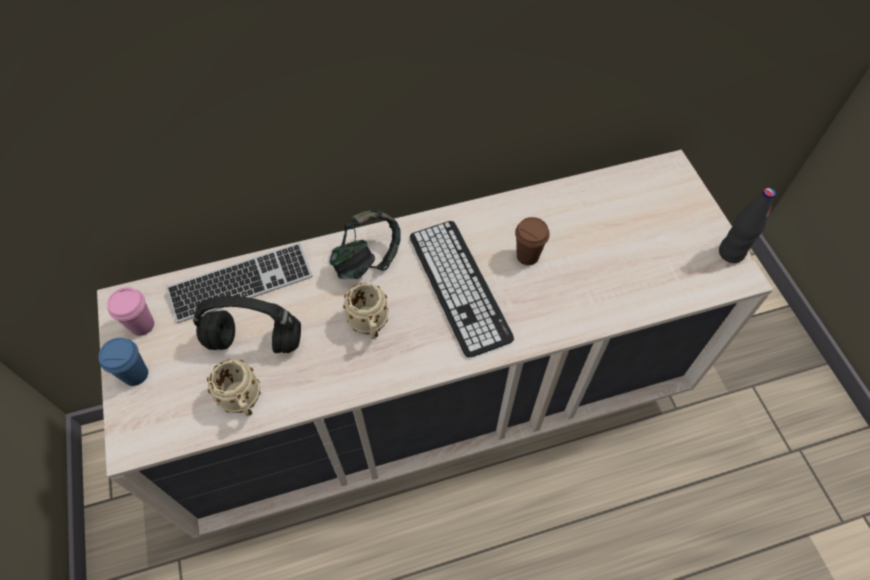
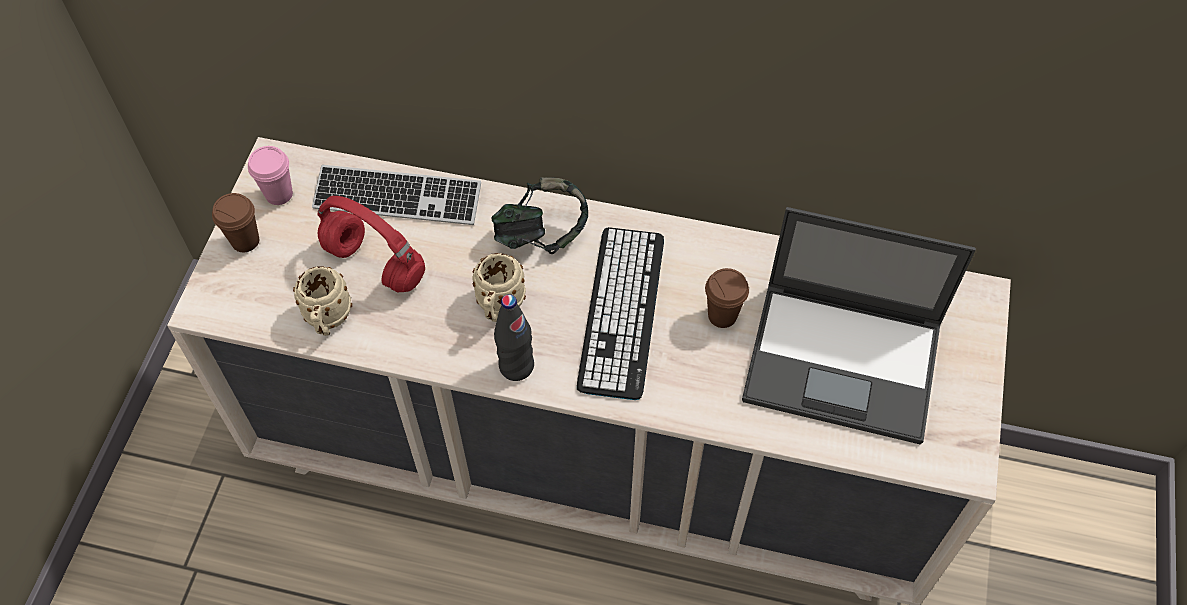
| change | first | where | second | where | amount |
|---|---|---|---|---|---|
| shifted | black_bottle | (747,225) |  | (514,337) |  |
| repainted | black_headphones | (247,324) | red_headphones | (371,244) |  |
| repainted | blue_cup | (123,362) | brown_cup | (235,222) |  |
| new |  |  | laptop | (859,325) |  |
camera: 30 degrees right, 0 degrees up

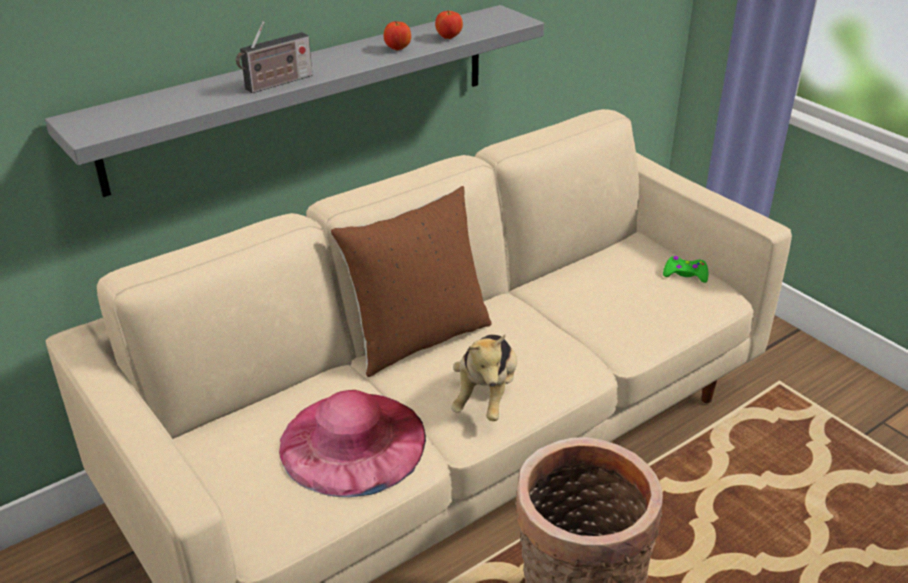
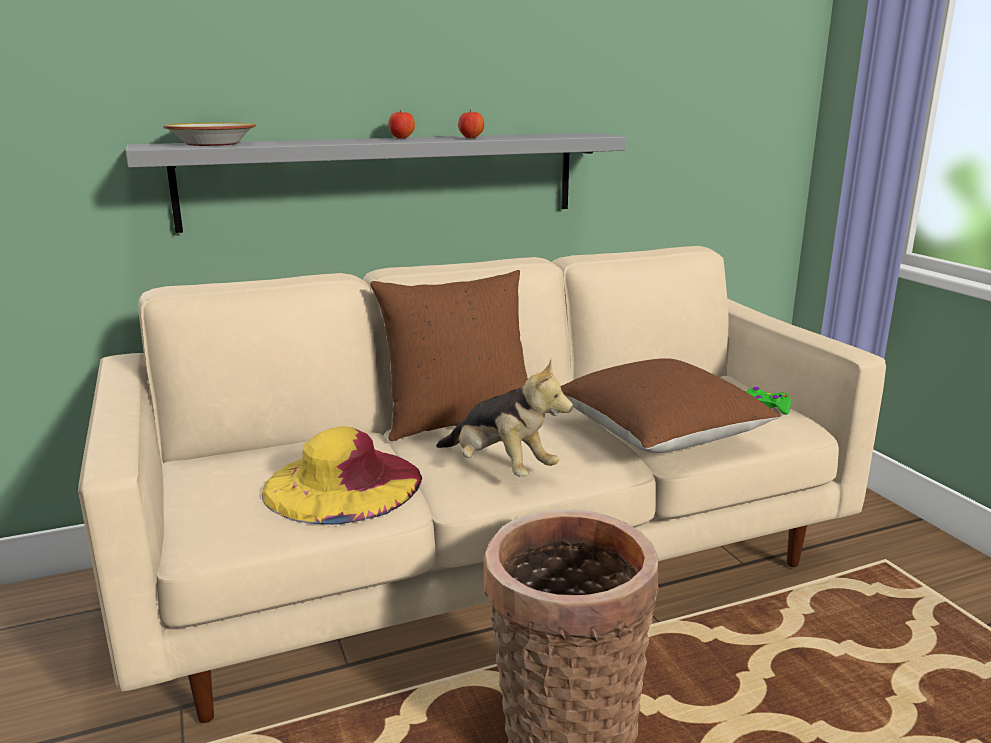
| change | first | where | second | where | amount |
|---|---|---|---|---|---|
| shifted | apple | (449,25) |  | (401,124) |  |
| gone | radio | (274,57) |  |  |  |
| rotated | plush_toy | (484,377) |  | (504,418) | 75 degrees counterclockwise |
| repainted | pink_hat | (352,443) | yellow_hat | (342,475) |  |
| new |  |  | bowl | (209,134) |  |
| new |  |  | brown_pillow | (670,405) |  |
camera: 15 degrees right, 15 degrees down

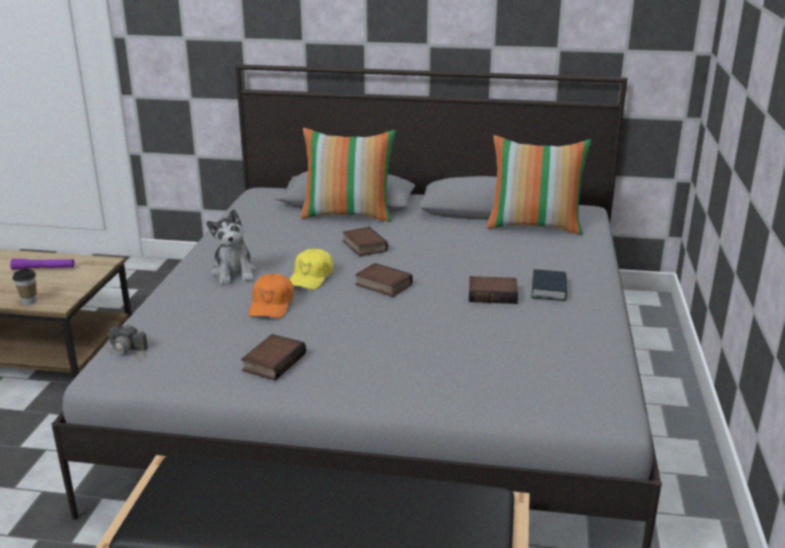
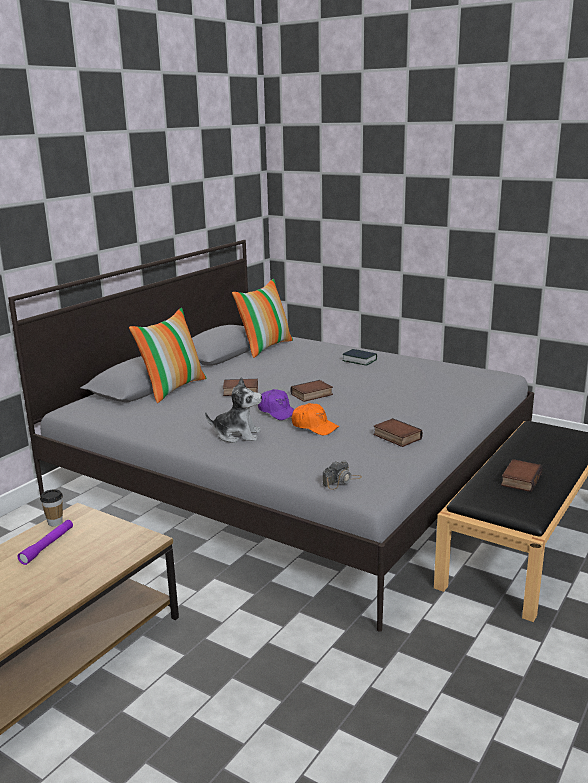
| change | first | where | second | where | amount |
|---|---|---|---|---|---|
| repainted | yellow_cap | (311,269) | purple_cap | (276,404) |  |
| shifted | cup | (25,287) |  | (51,507) |  |
| shifted | book | (493,290) |  | (522,475) |  |
camera: 65 degrees left, 5 degrees down

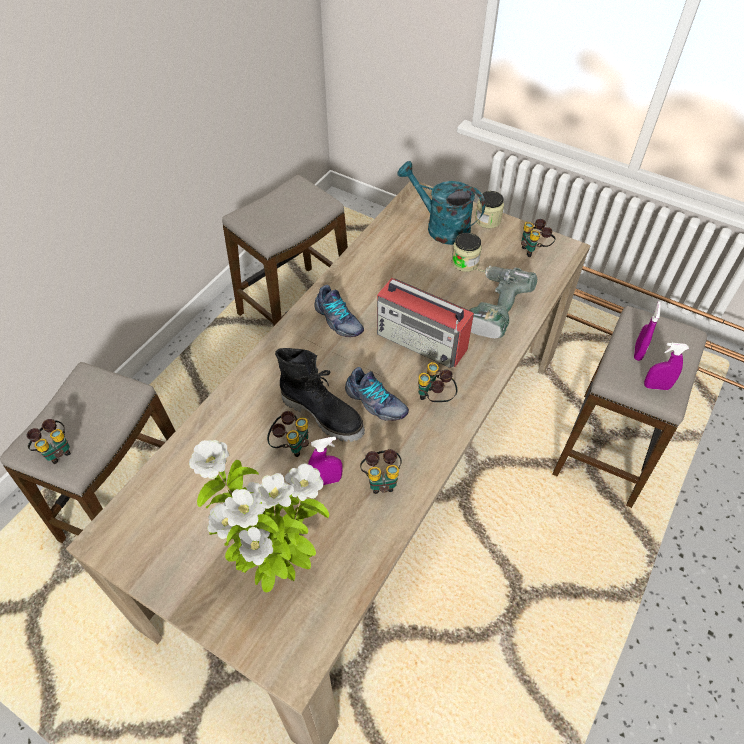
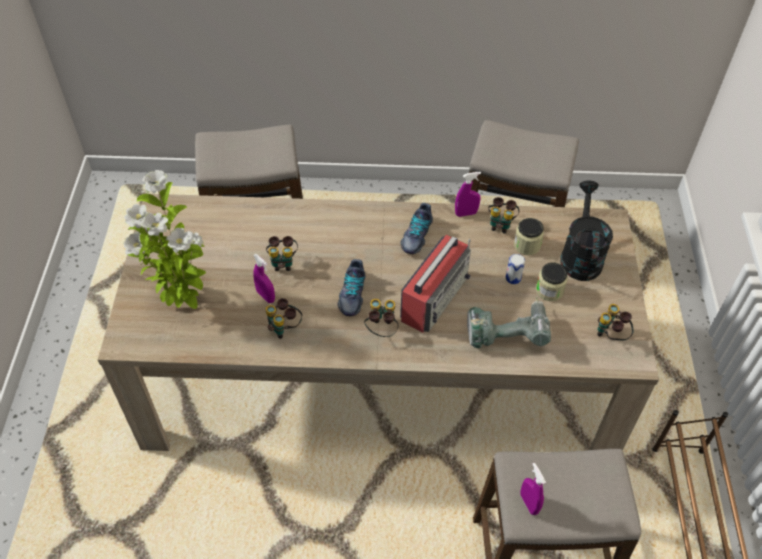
| change | first | where | second | where | amount |
|---|---|---|---|---|---|
| repainted | turquoise_watering_can | (441,203) | black_watering_can | (586,231) |  |
| shifted | jar | (489,209) |  | (529,236) |  |
| rotated | radio | (425,323) |  | (435,284) | 150 degrees counterclockwise |
| shifted | purple_spray_bottle | (647,331) |  | (468,194) |  |
| gone | black_boot | (320,395) |  |  |  |
| shifted | binoculars | (49,441) |  | (503,215) |  |
| new |  |  | can | (515,269) |  |
camera: 60 degrees right, 0 degrees up

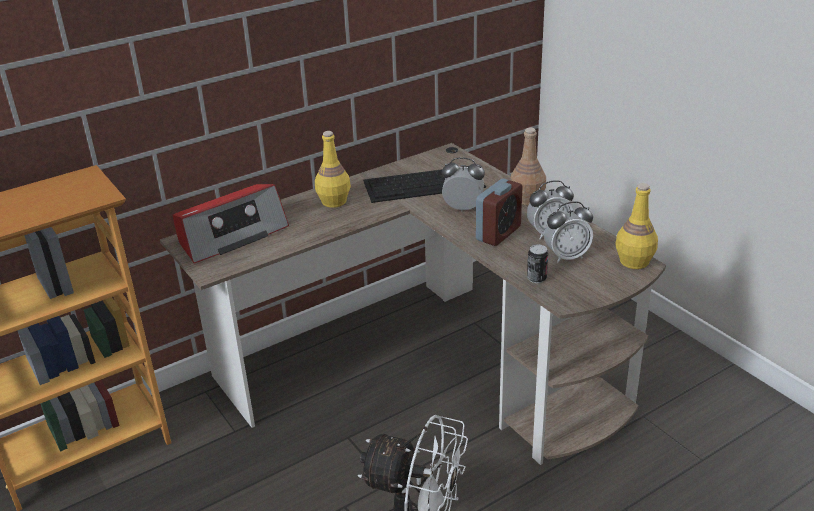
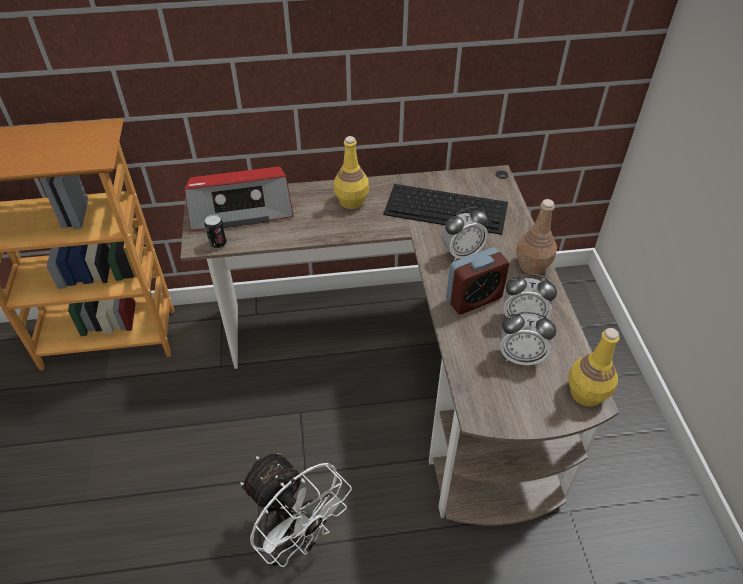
| change | first | where | second | where | amount |
|---|---|---|---|---|---|
| rotated | alarm_clock | (463,184) |  | (464,234) | 120 degrees clockwise |
| shifted | can | (537,264) |  | (215,232) |  |
camera: 25 degrees right, 15 degrees up

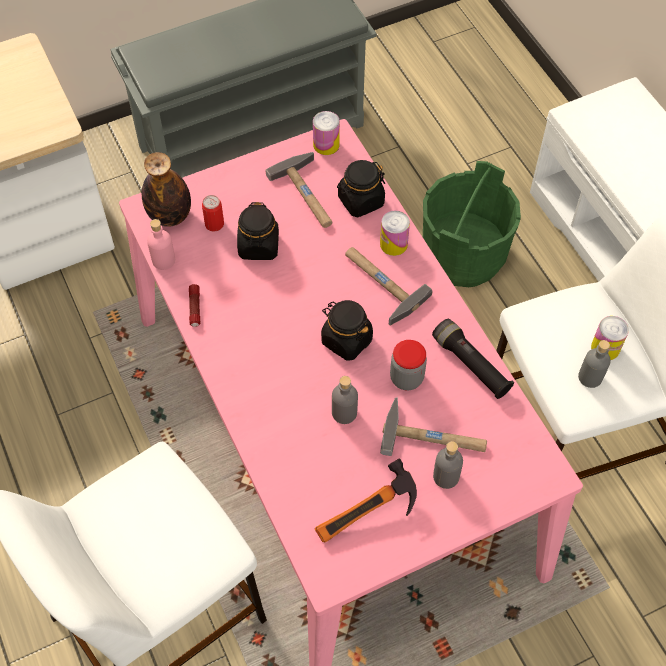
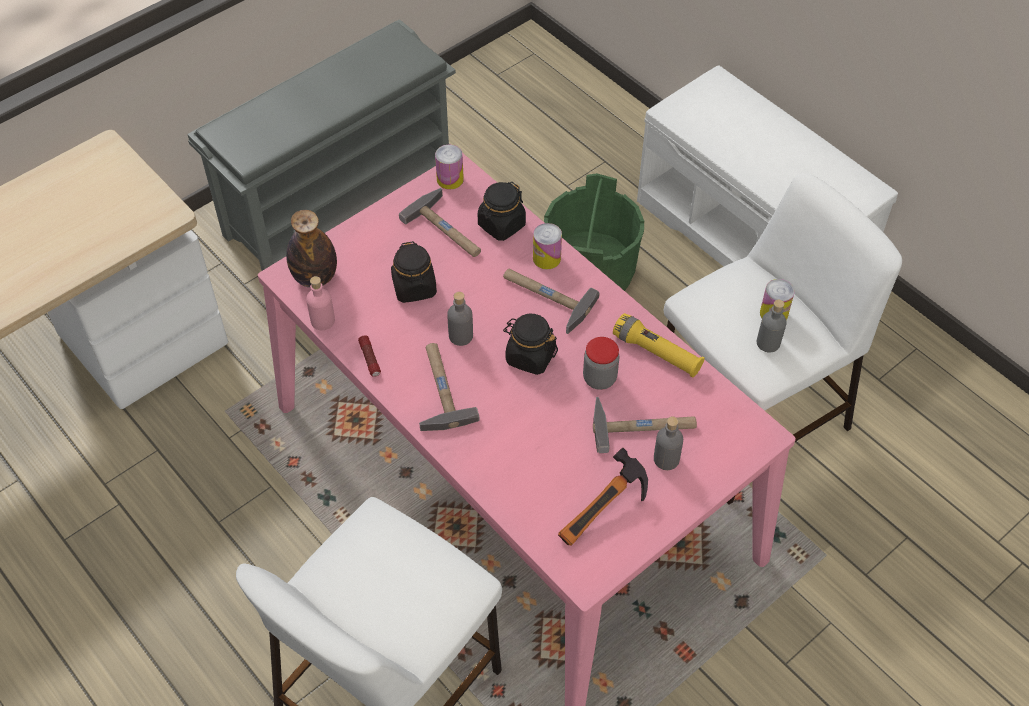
| change | first | where | second | where | amount |
|---|---|---|---|---|---|
| gone | can | (213,213) |  |  |  |
| repainted | black_flashlight | (473,359) | yellow_flashlight | (659,345) |  |
| shifted | grey_bottle | (345,400) |  | (460,319) |  |
| new |  |  | hammer | (449,387) |  |
camera: 15 degrees left, 5 degrees down

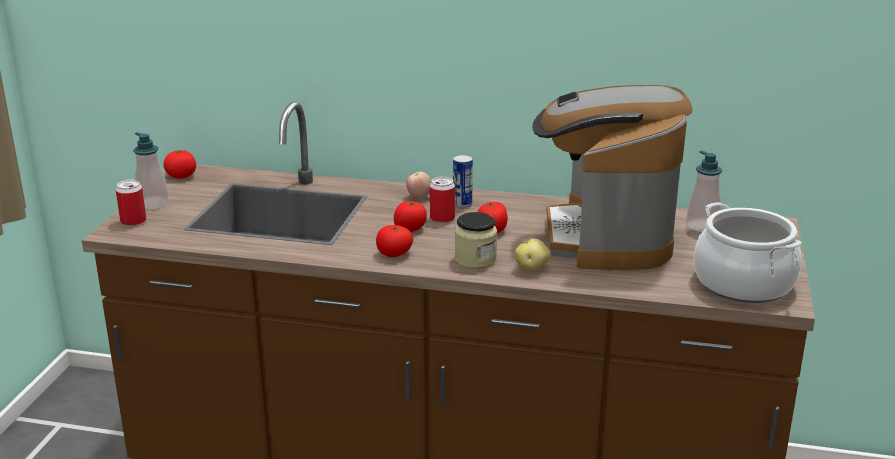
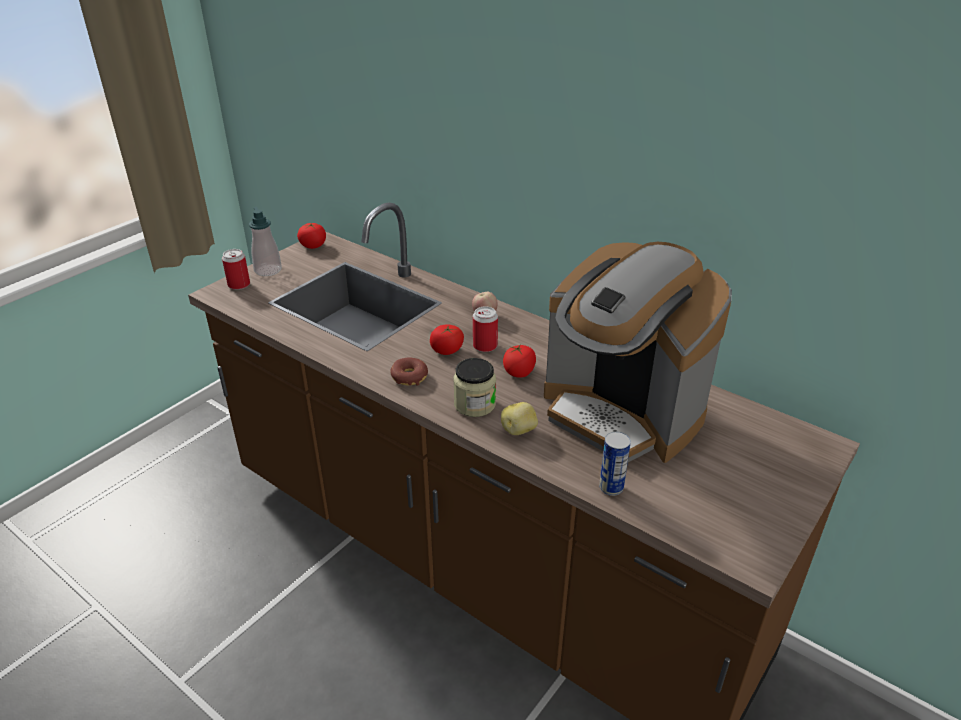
| change | first | where | second | where | amount |
|---|---|---|---|---|---|
| rotated | coffee_machine | (612,177) |  | (638,352) | 75 degrees counterclockwise |
| gone | soap_dispenser | (704,191) |  |  |  |
| shifted | can | (463,181) |  | (615,464) |  |
| gone | cooking_pot | (747,252) |  |  |  |
| swapped | tomato | (394,241) | donut | (409,371) |  |
camera: 25 degrees right, 10 degrees up

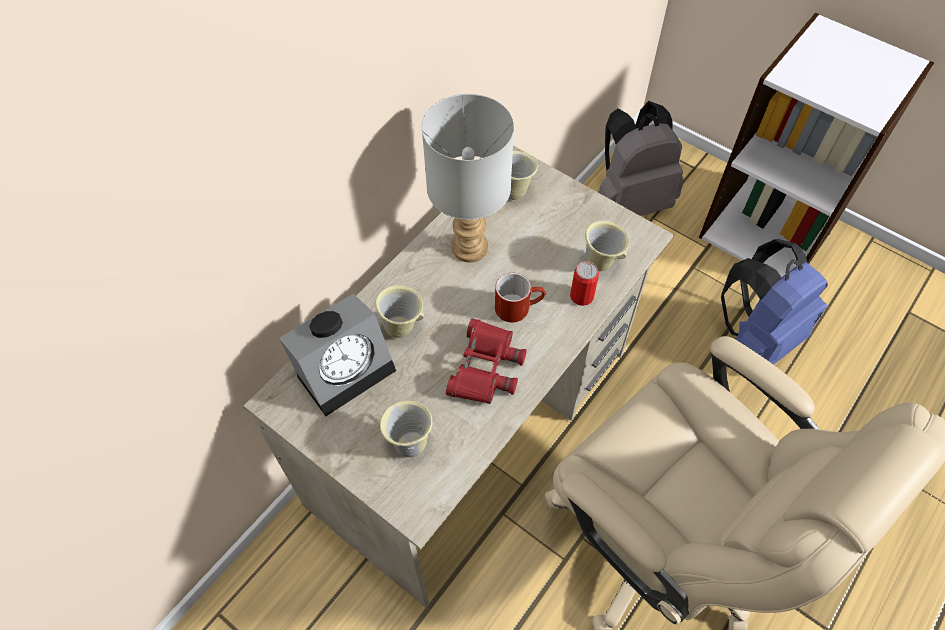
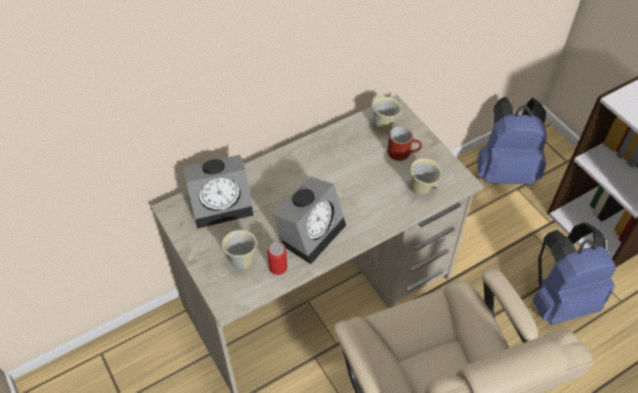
| change | first | where | second | where | amount |
|---|---|---|---|---|---|
| gone | grey_table_lamp | (468,178) |  |  |  |
| repainted | grey_backpack | (641,158) | blue_backpack | (512,141) |  |
| shifted | can | (584,283) |  | (277,258) |  |
| shifted | red_mug | (520,297) |  | (404,143) |  |
| gone | beige_mug | (399,311) |  |  |  |
| swapped | red_binoculars | (486,361) | alarm_clock | (309,220) |  |
camera: 20 degrees right, 5 degrees down

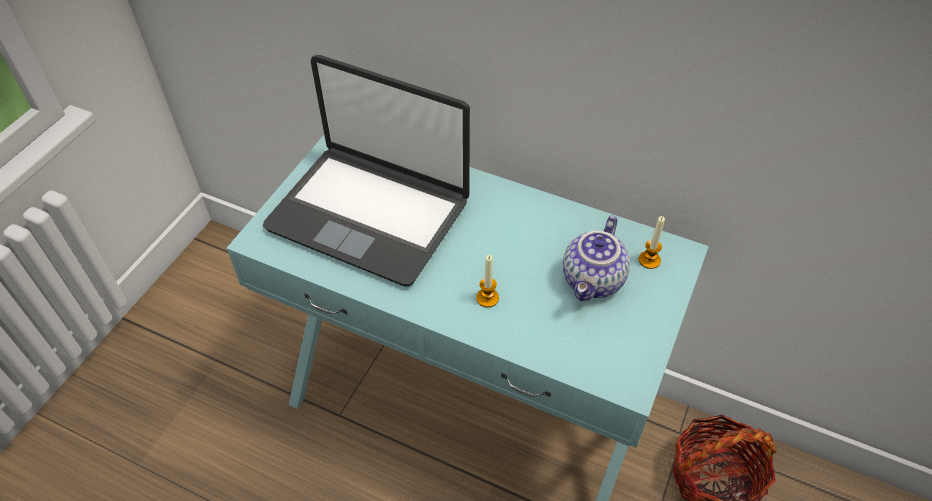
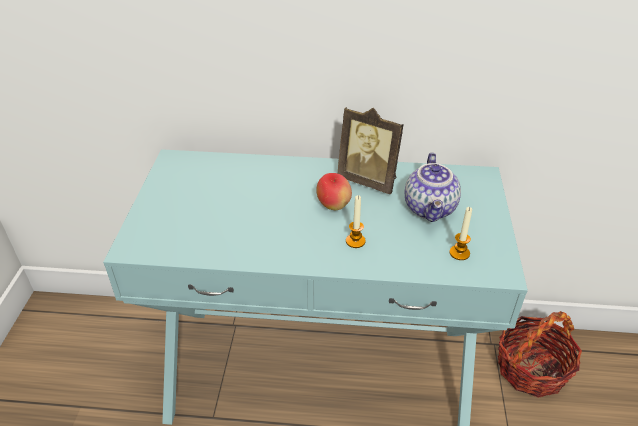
| change | first | where | second | where | amount |
|---|---|---|---|---|---|
| gone | laptop | (366,171) |  |  |  |
| shifted | candle | (652,242) |  | (460,233) |  |
| new |  |  | picture_frame | (371,150) |  |
| new |  |  | apple | (334,191) |  |
camera: 20 degrees left, 10 degrees down

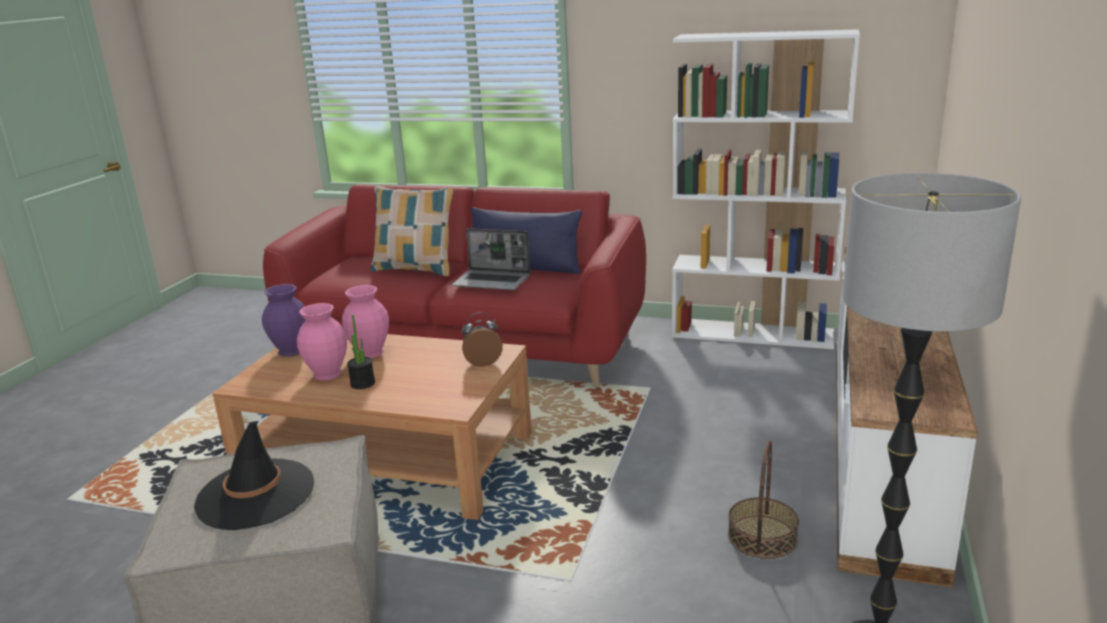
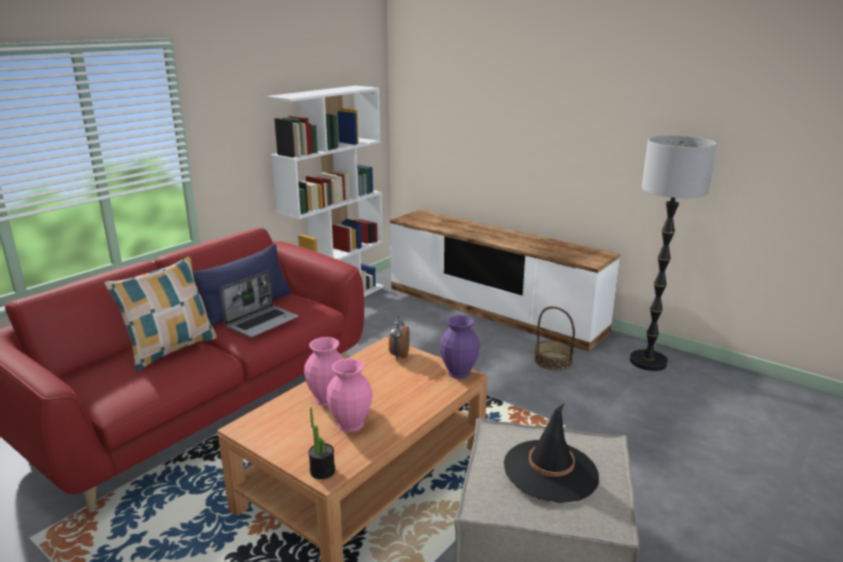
| change | first | where | second | where | amount |
|---|---|---|---|---|---|
| shifted | purple_vase | (284,320) |  | (460,347) |  |
| shifted | potted_plant | (361,352) |  | (321,443) |  |
camera: 70 degrees left, 0 degrees up

